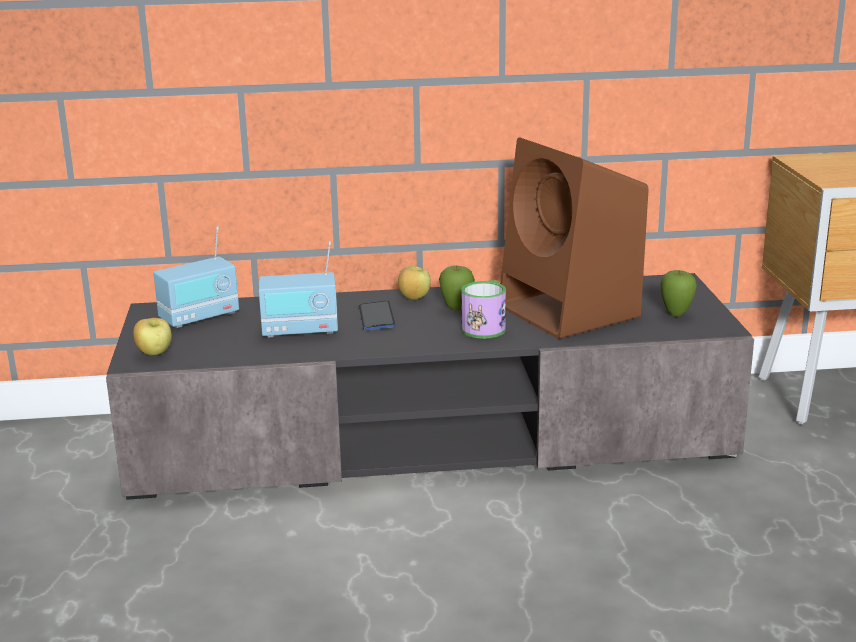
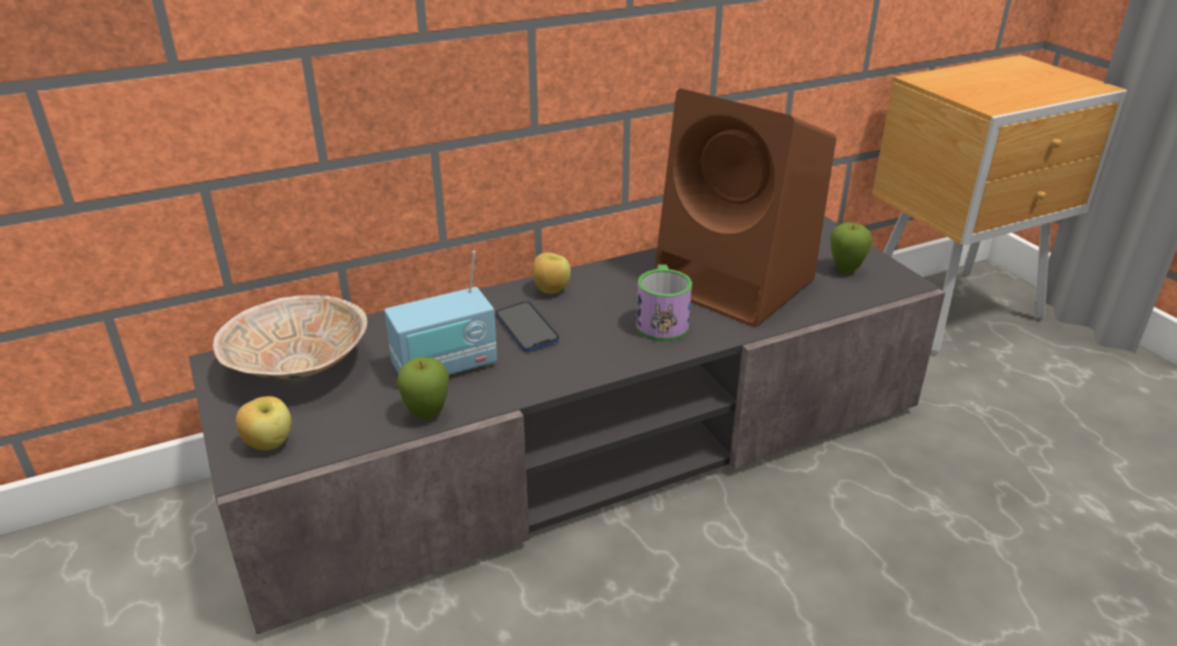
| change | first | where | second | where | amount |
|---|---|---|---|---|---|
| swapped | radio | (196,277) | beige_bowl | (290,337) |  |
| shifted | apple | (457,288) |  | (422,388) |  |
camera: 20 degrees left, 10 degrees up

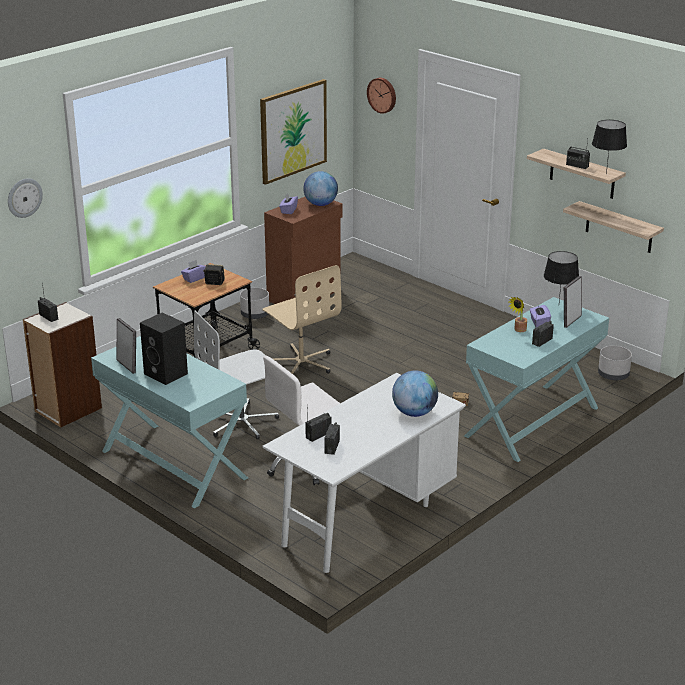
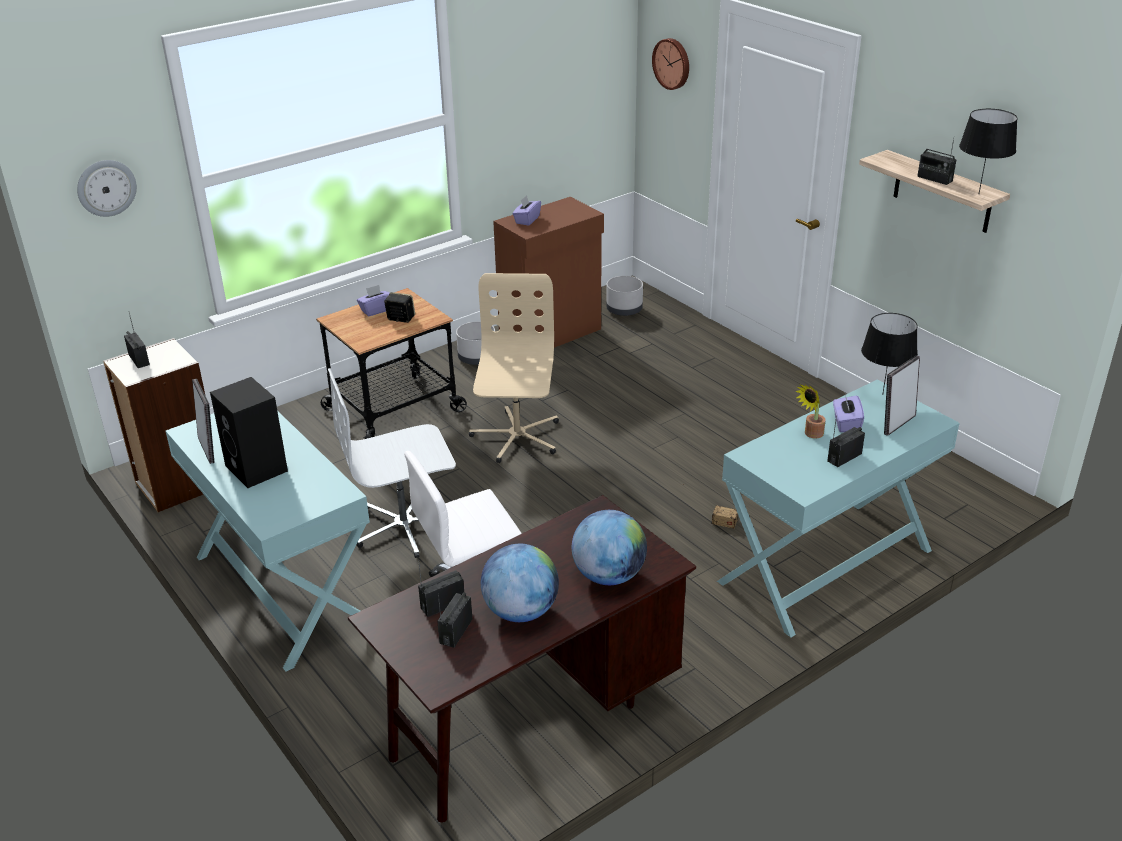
| change | first | where | second | where | amount |
|---|---|---|---|---|---|
| gone | picture | (293,132) |  |  |  |
| shifted | globe | (320,188) |  | (520,583) |  |
| gone | shelf | (613,227) |  |  |  |
| rotated | beige_office_chair | (301,319) |  | (514,368) | 150 degrees counterclockwise |
| shifted | grey_planter | (615,363) |  | (624,296) |  |
| repainted | white_desk | (364,473) | brown_desk | (522,659) |  |
camera: 10 degrees right, 5 degrees up

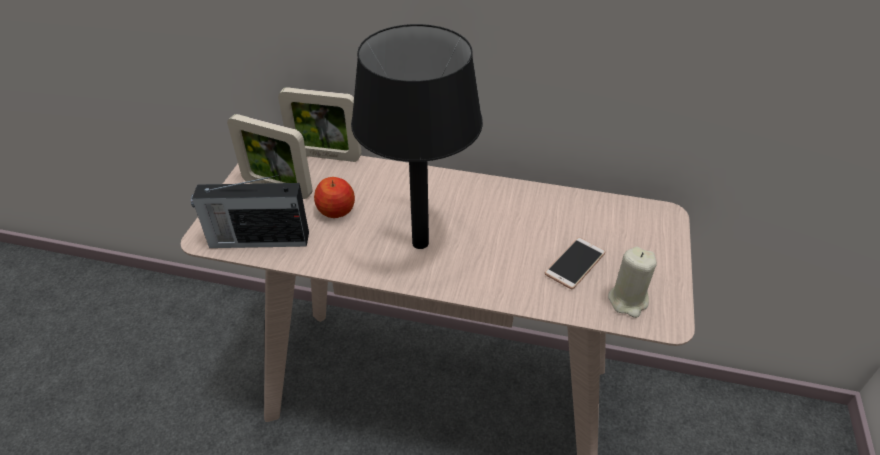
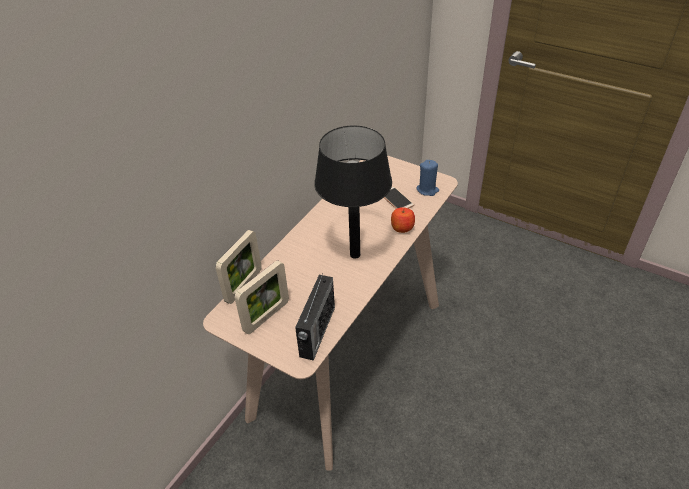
| change | first | where | second | where | amount |
|---|---|---|---|---|---|
| shifted | apple | (334,197) |  | (403,220) |  |
| repainted | beige_candle | (632,282) | blue_candle | (427,178) |  |
camera: 70 degrees left, 0 degrees up

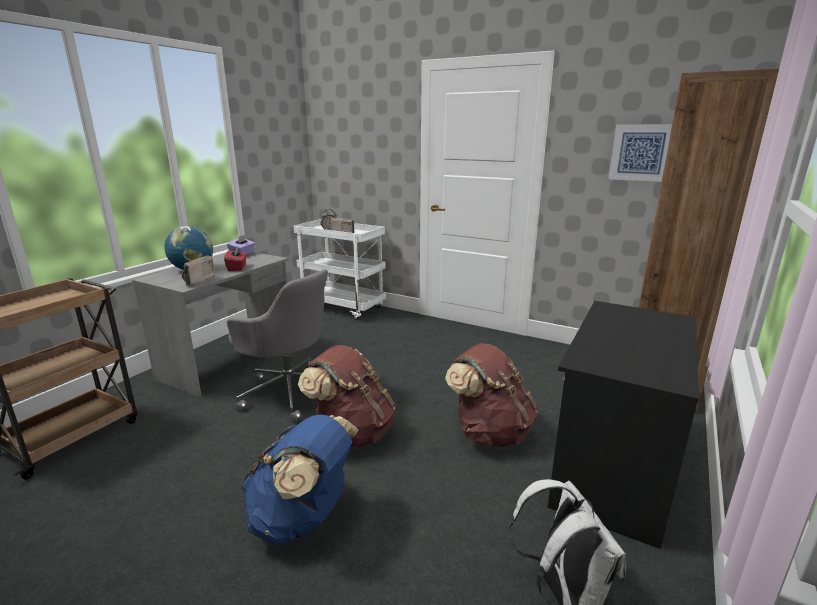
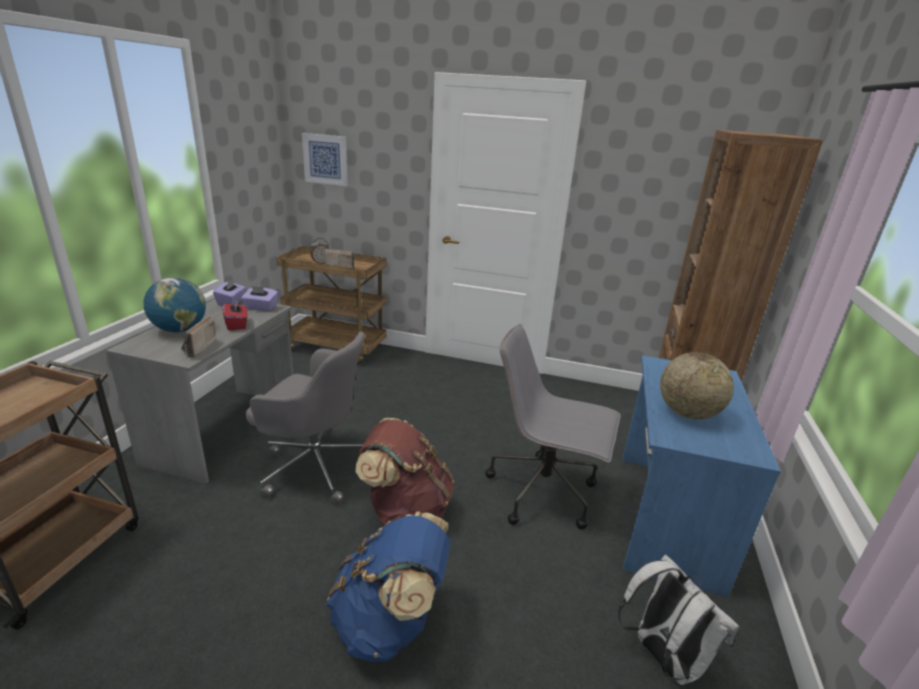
| change | first | where | second | where | amount |
|---|---|---|---|---|---|
| shifted | picture | (640,153) |  | (325,159) |  |
| repainted | white_cart | (340,269) | brown_cart | (332,305) |  |
| repainted | black_desk | (623,425) | blue_desk | (701,476) |  |
| swapped | brown_backpack | (491,395) | grey_office_chair | (552,427) |  |
| new |  |  | purple_tissue_box | (259,298) |  |
| new |  |  | globe | (697,386) |  |
camera: 15 degrees left, 5 degrees up

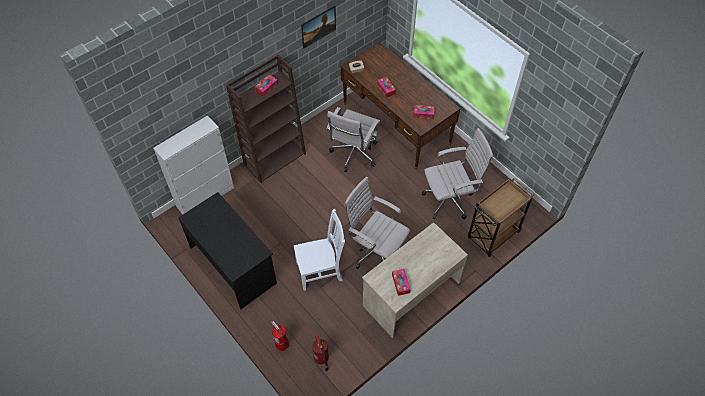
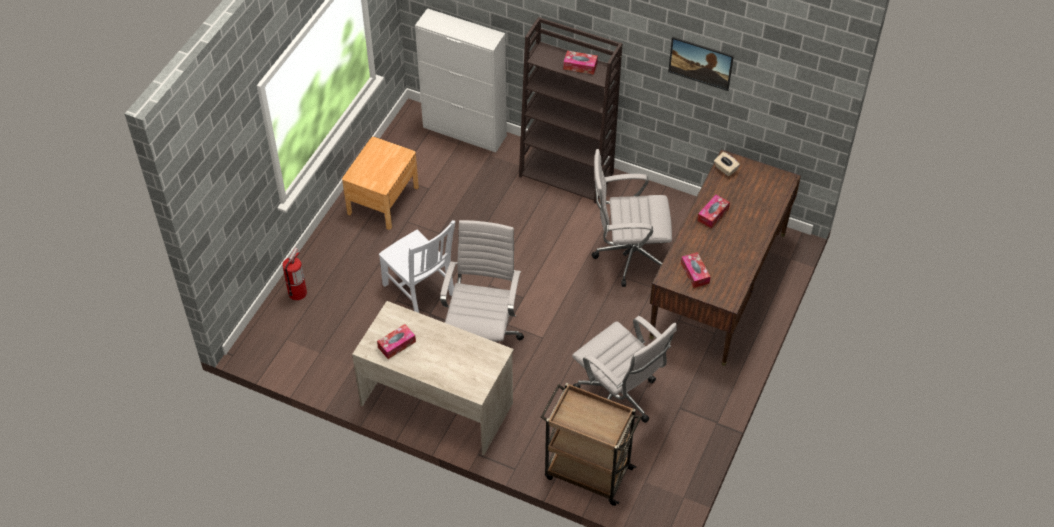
| change | first | where | second | where | amount |
|---|---|---|---|---|---|
| swapped | black_desk | (227,250) | brown_nightstand | (380,183) |  |
| gone | fire_extinguisher | (320,352) |  |  |  |
camera: 65 degrees right, 5 degrees down

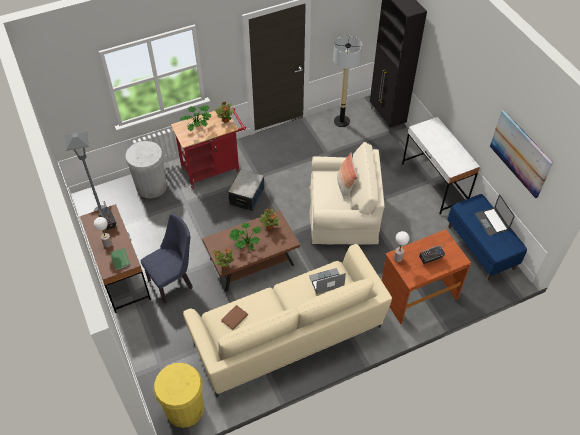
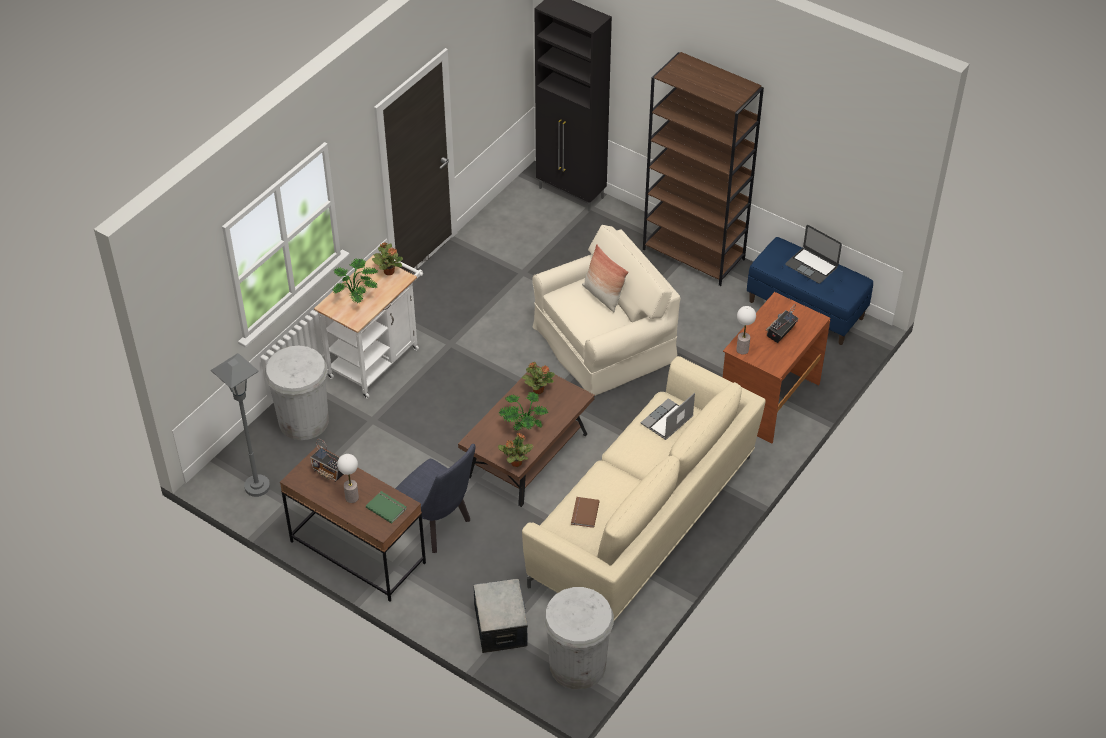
| change | first | where | second | where | amount |
|---|---|---|---|---|---|
| gone | floor_lamp | (347,81) |  |  |  |
| repainted | red_cart | (208,148) | white_cart | (368,325) |  |
| gone | picture | (521,154) |  |  |  |
| swapped | white_desk | (441,165) | brown_bookcase | (703,169) |  |
| shifted | storage_box | (246,190) |  | (500,616) |  |
| rotated | blue_chair | (167,258) |  | (435,498) | 105 degrees clockwise |
| repainted | yellow_trash_can | (179,395) | white_trash_can | (579,638) |  |
camera: 30 degrees left, 5 degrees down

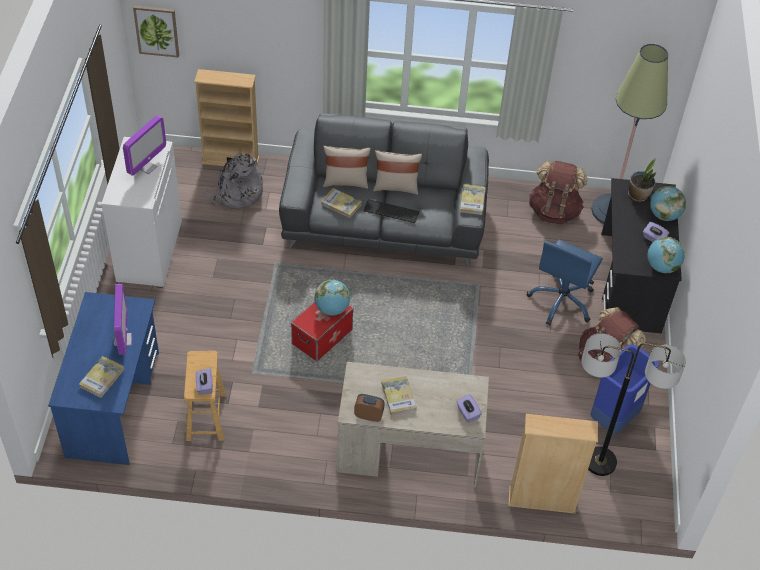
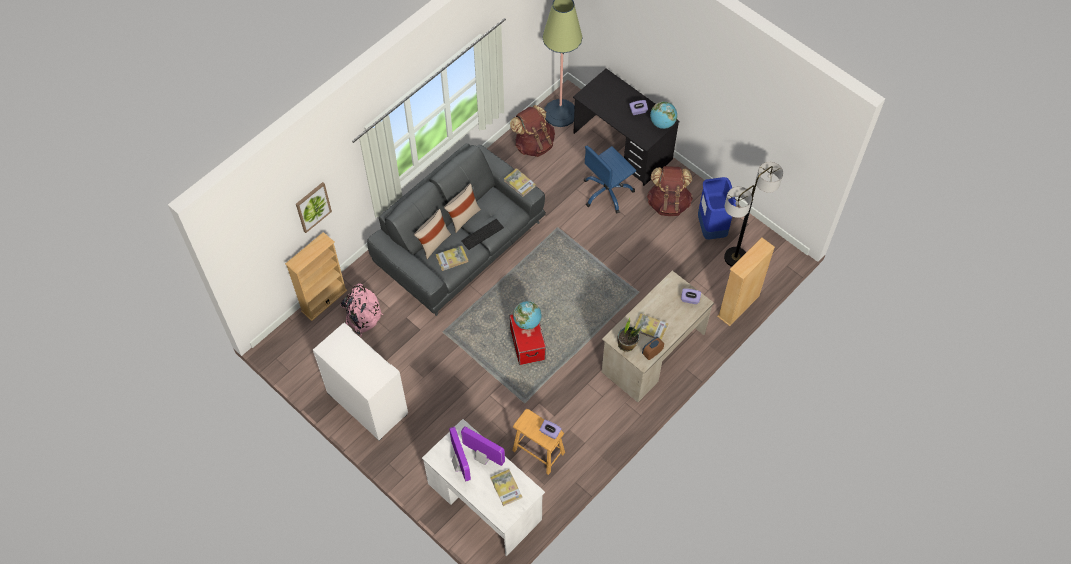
| change | first | where | second | where | amount |
|---|---|---|---|---|---|
| shifted | picture | (156,32) |  | (314,207) |  |
| shifted | monitor | (144,145) |  | (460,454) |  |
| repainted | grey_backpack | (234,181) | pink_backpack | (361,310) |  |
| shifted | potted_plant | (642,180) |  | (629,334) |  |
| gone | globe | (668,203) |  |  |  |
| rotated | blue_office_chair | (565,282) |  | (610,180) | 75 degrees clockwise |
| repainted | blue_desk | (103,378) | white_desk | (483,488) |  |
camera: 50 degrees left, 10 degrees up

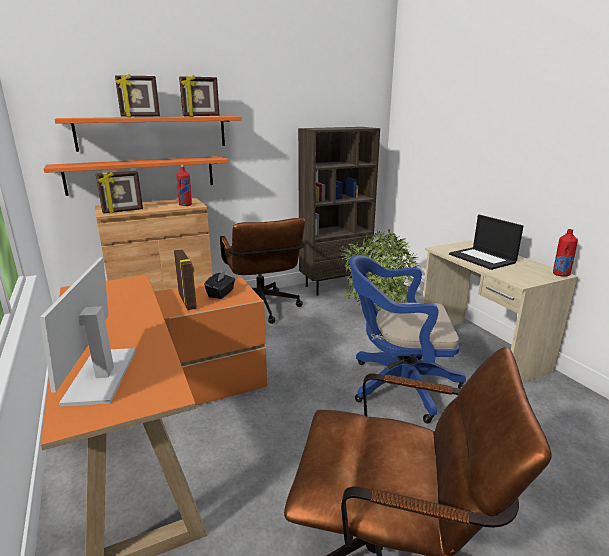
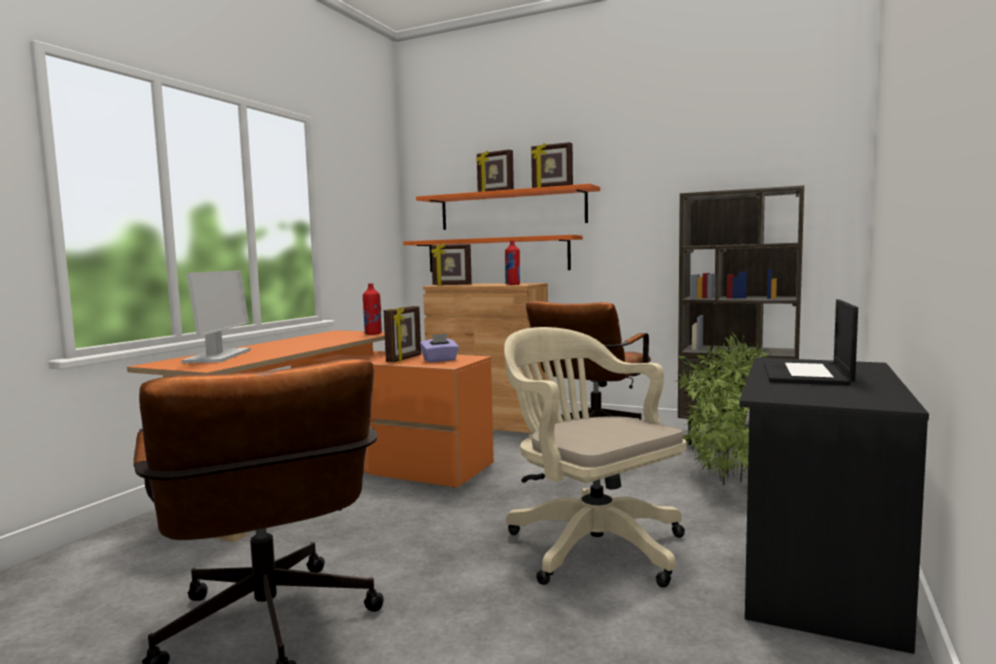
| change | first | where | second | where | amount |
|---|---|---|---|---|---|
| shifted | red_bottle | (565,253) |  | (372,309) |  |
| repainted | beige_desk | (500,311) | black_desk | (834,505) |  |
| repainted | blue_office_chair | (408,339) | beige_office_chair | (595,457) |  |
| rotated | monitor | (88,332) |  | (216,316) | 135 degrees clockwise |
| repainted | black_tissue_box | (219,285) | purple_tissue_box | (439,348) |  |
camera: 50 degrees right, 15 degrees down

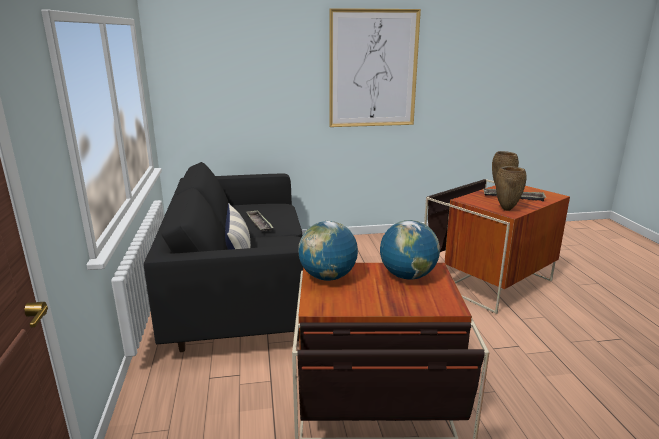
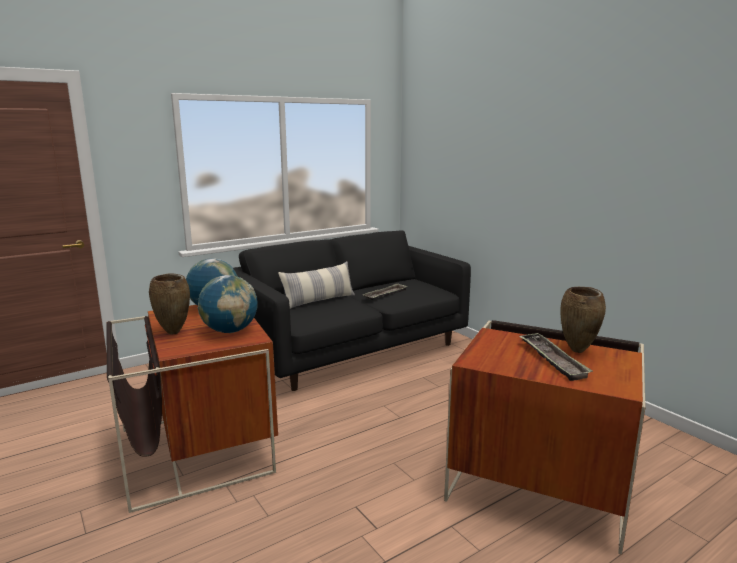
| change | first | where | second | where | amount |
|---|---|---|---|---|---|
| gone | picture | (375,67) |  |  |  |
| shifted | brown_vase | (511,188) |  | (169,304) |  |
camera: 65 degrees right, 5 degrees down

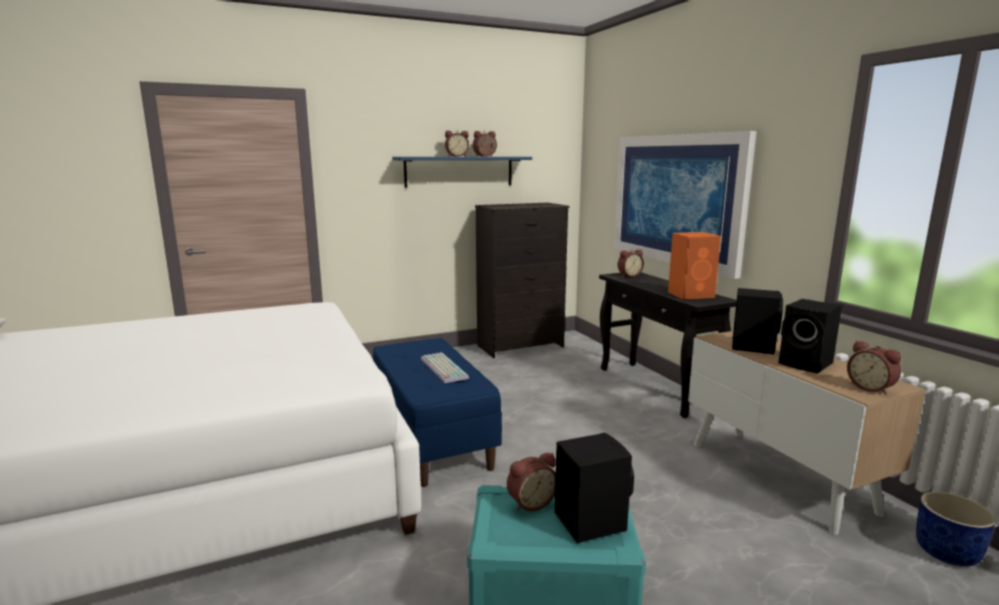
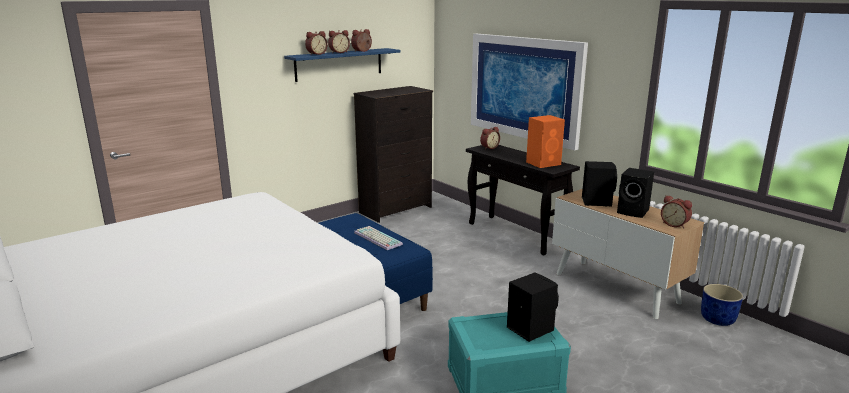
| change | first | where | second | where | amount |
|---|---|---|---|---|---|
| shifted | alarm_clock | (531,482) |  | (316,43) |  |
camera: 15 degrees left, 5 degrees up

